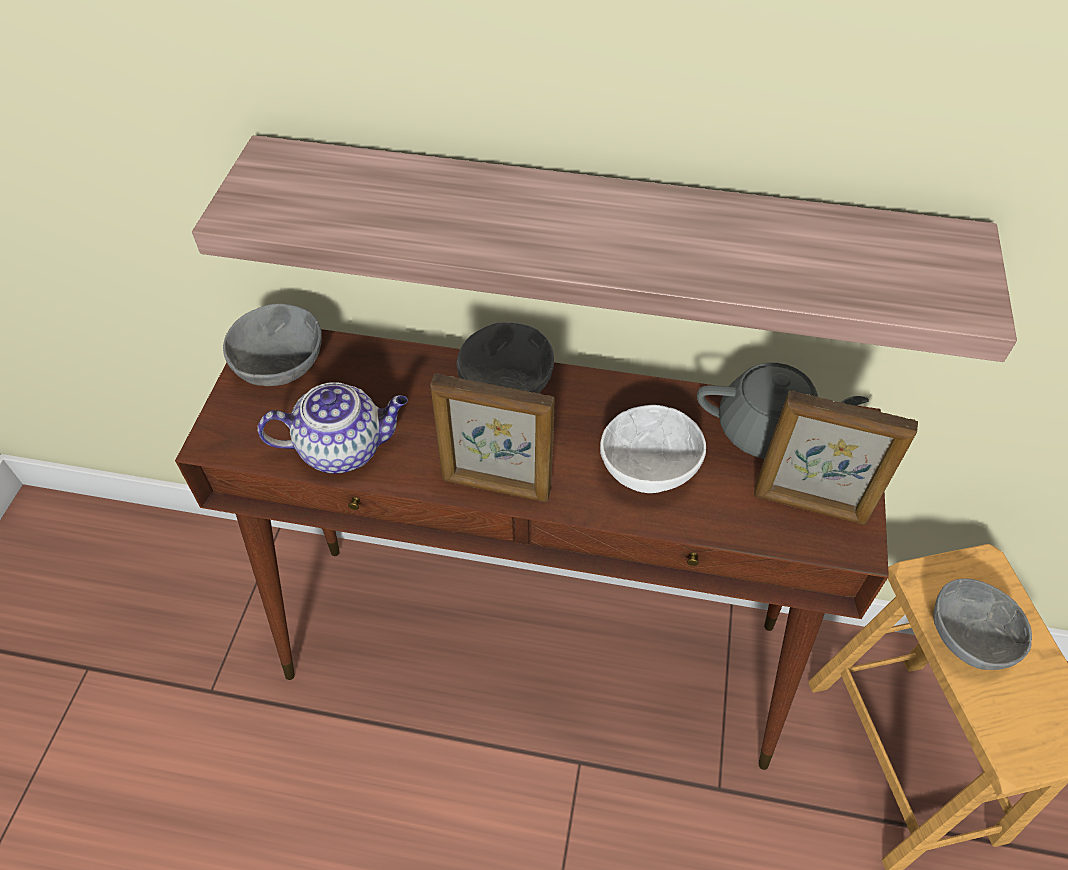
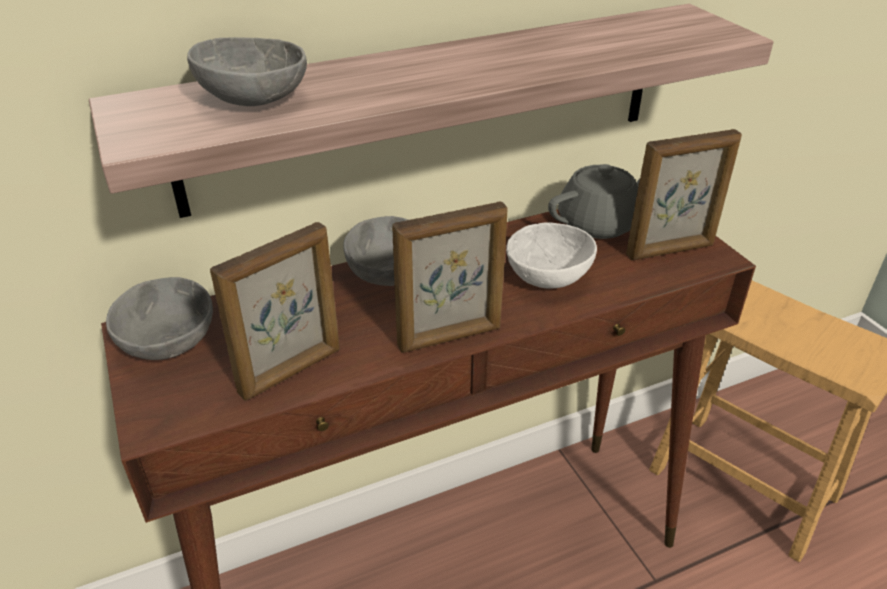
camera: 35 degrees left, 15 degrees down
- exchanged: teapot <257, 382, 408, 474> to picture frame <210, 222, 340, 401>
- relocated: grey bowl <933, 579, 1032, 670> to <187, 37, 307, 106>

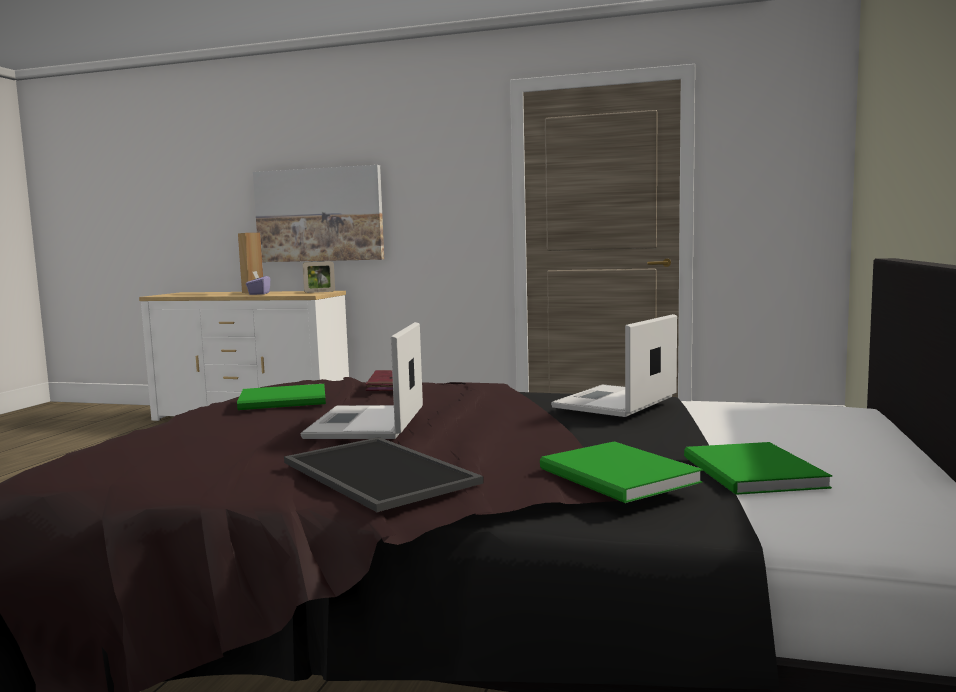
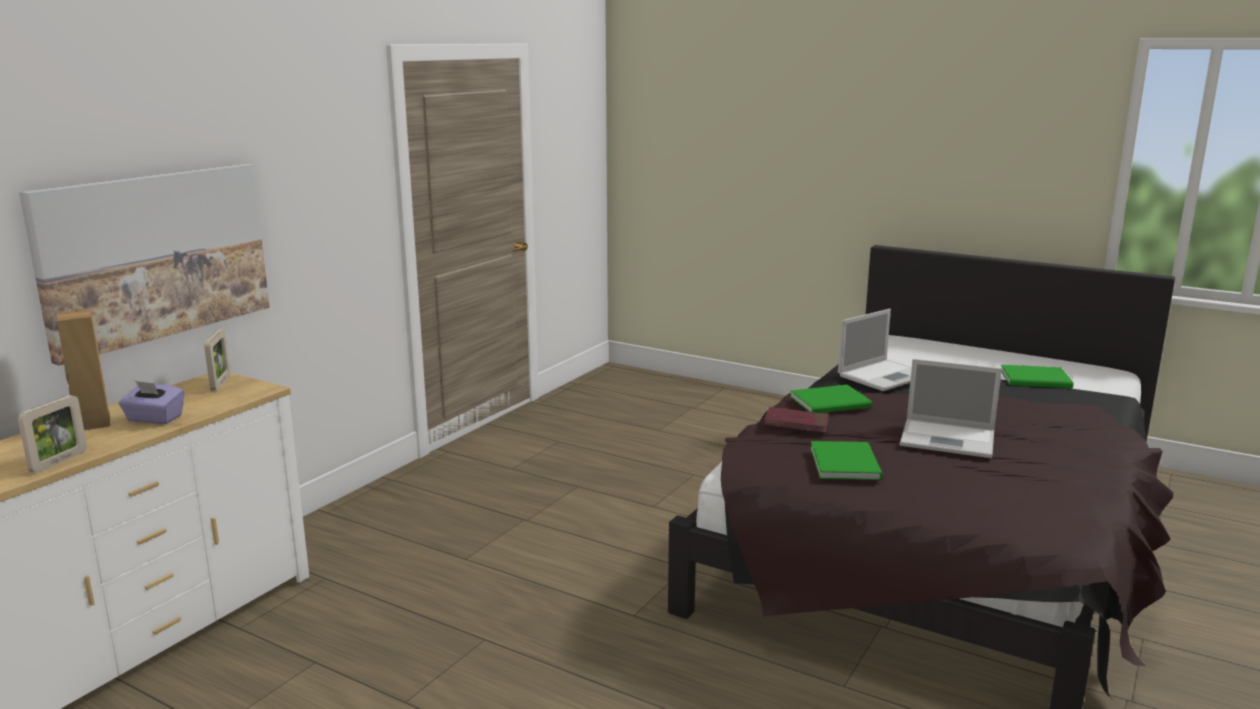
camera: 75 degrees left, 10 degrees up
- missing: tray <284, 437, 484, 512>
- relocated: green book <540, 442, 703, 503> to <790, 385, 872, 413>
- spun: laptop <551, 314, 677, 417> = <838, 309, 912, 391> 90 degrees counterclockwise
- appeared: picture frame <18, 395, 87, 473>

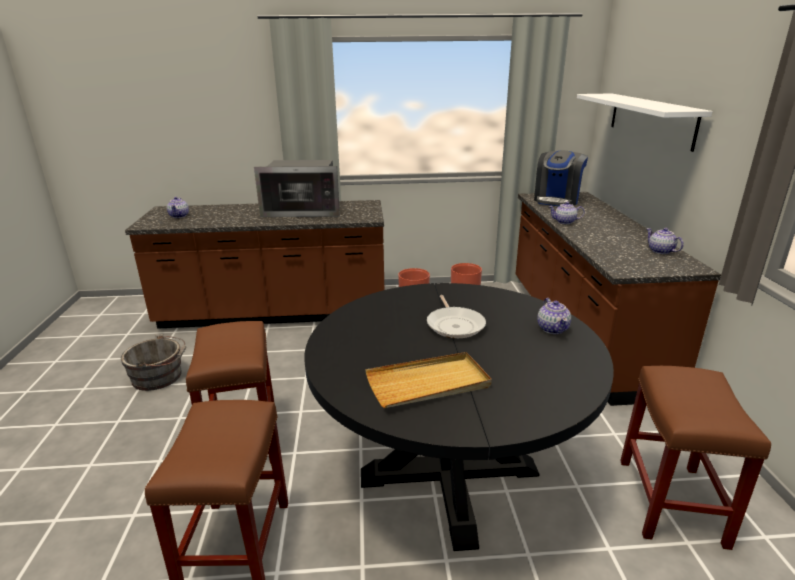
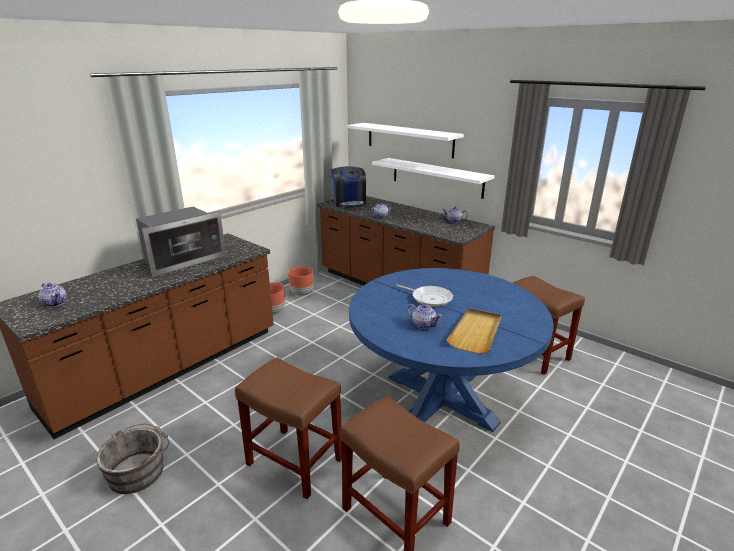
camera: 45 degrees left, 0 degrees up
- colour: black dining table <304, 283, 614, 551> to blue dining table <349, 268, 554, 432>
- relocated: teapot <537, 298, 571, 334> to <408, 304, 442, 329>
- appeared: white shelf <372, 158, 495, 199>

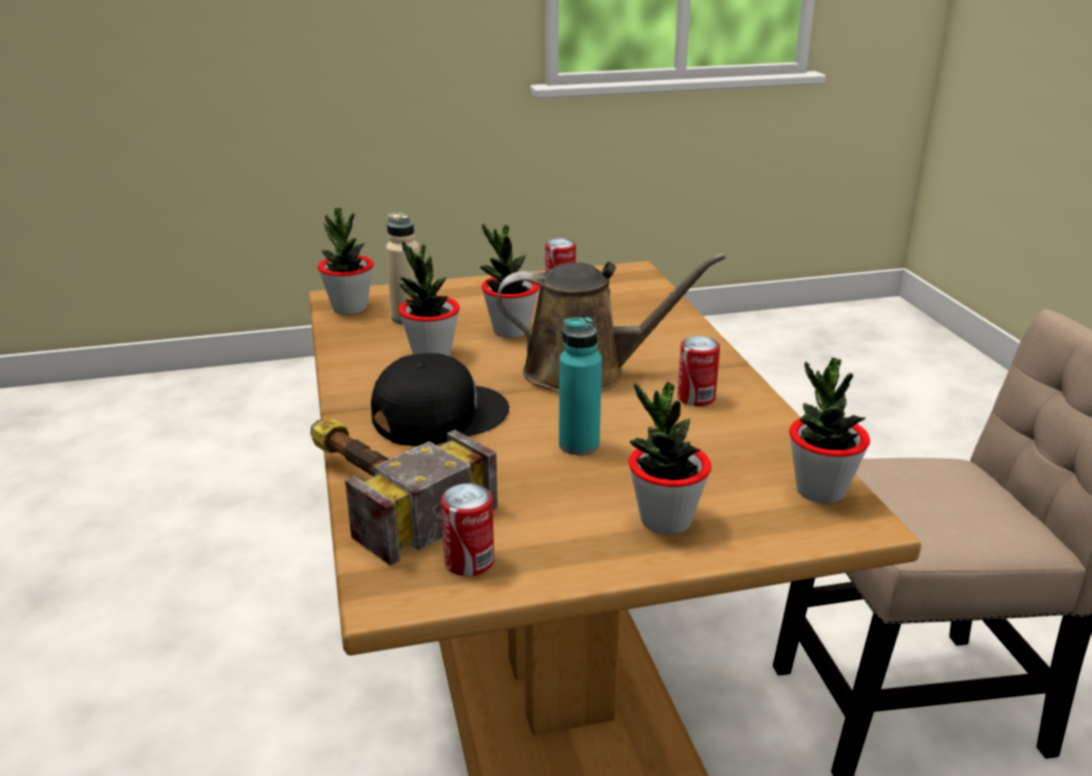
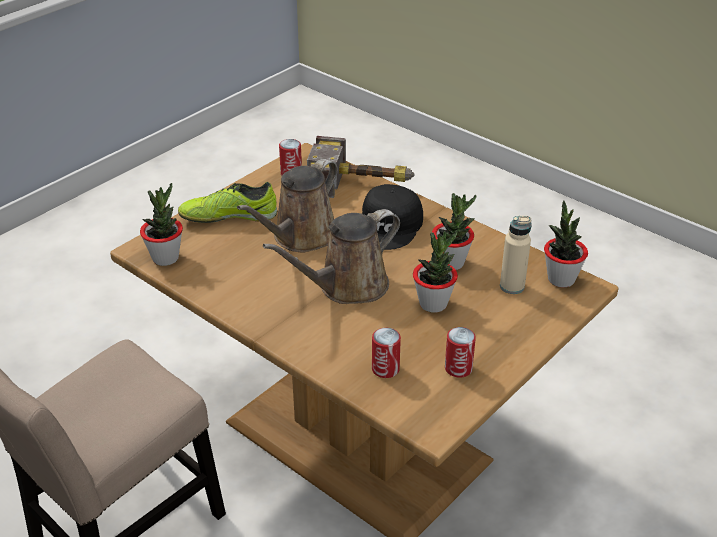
camera: 145 degrees right, 10 degrees up
- exchanged: turquoise bottle <559, 317, 602, 455> to brown watering can <237, 159, 338, 252>
- exchanged: potted plant <629, 382, 711, 535> to shoe <178, 182, 277, 223>
- relocated: can <677, 336, 720, 406> to <372, 328, 401, 378>

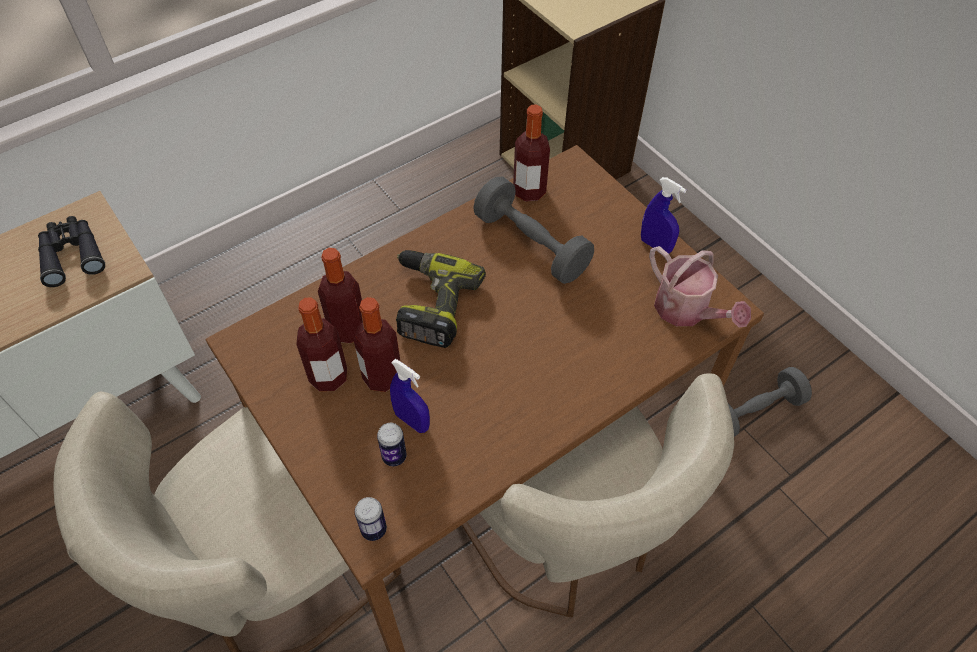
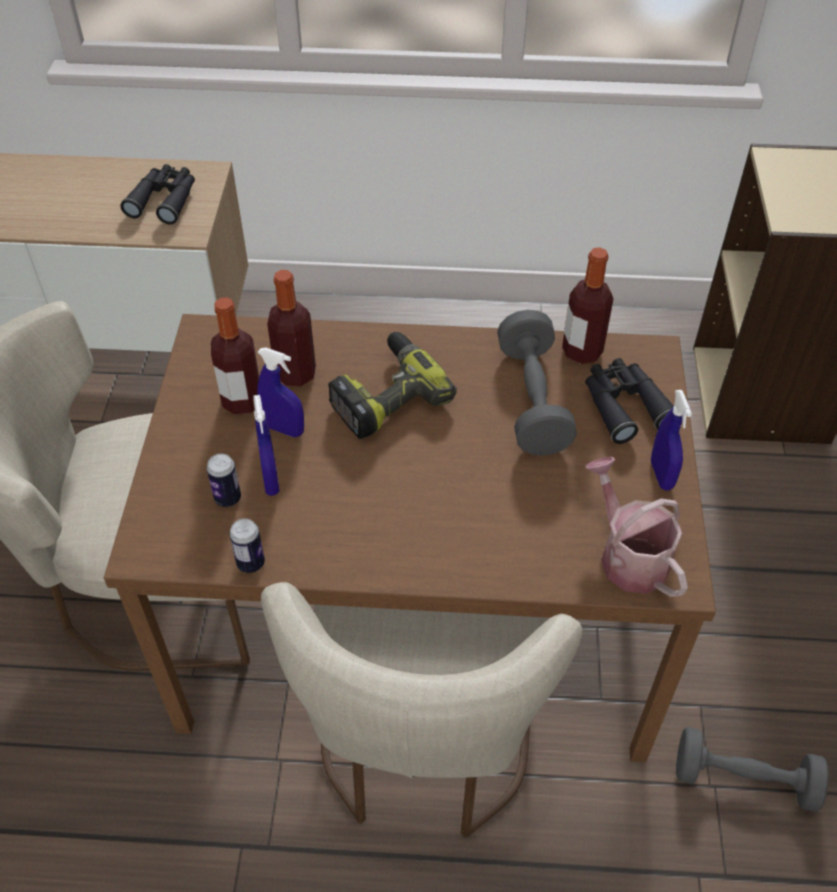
camera: 40 degrees right, 5 degrees down
- exchanged: bottle <354, 297, 400, 392> to blue spray bottle <257, 347, 304, 437>
- relocated: can <355, 497, 387, 541> to <229, 519, 265, 573>
- spun: watering can <649, 246, 751, 328> = <585, 457, 688, 597> 150 degrees clockwise
- appeared: black binoculars <585, 358, 674, 444>

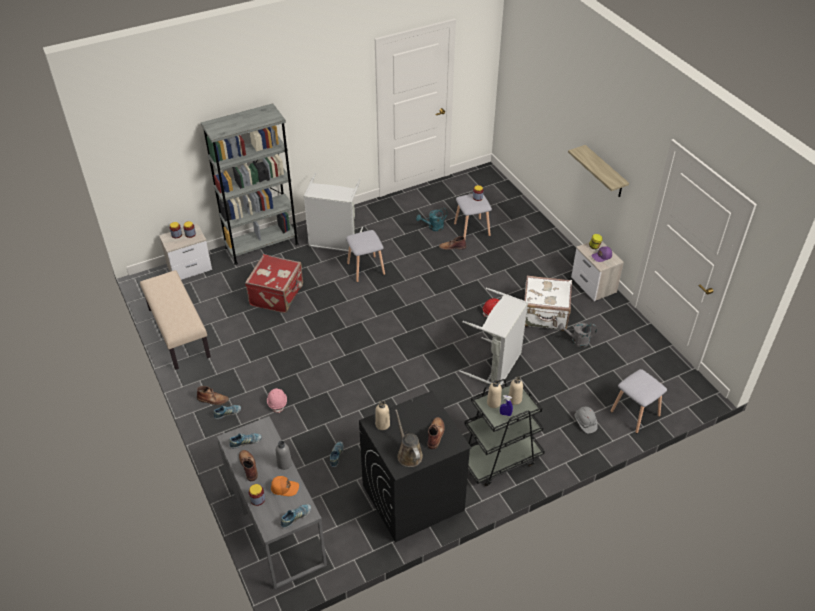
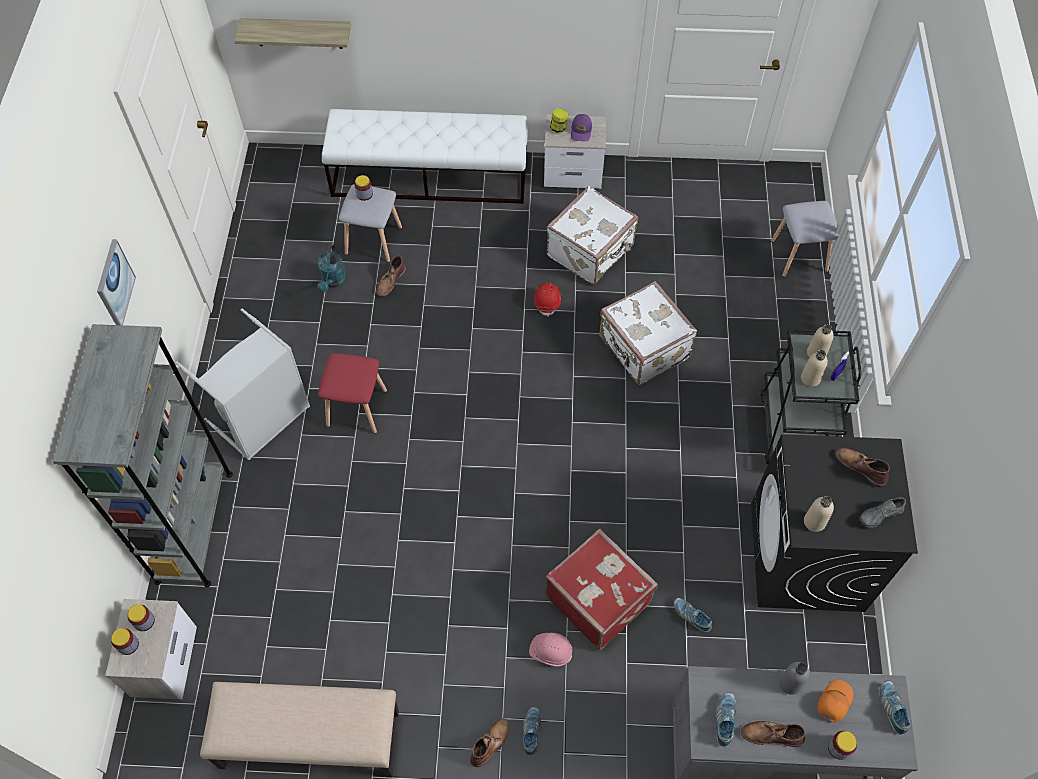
camera: 60 degrees left, 15 degrees up
- relocated: red suitcase <245, 254, 303, 313> to <545, 529, 658, 650>
- colour: grey stool <346, 230, 385, 282> to red stool <318, 353, 387, 434>
- exchanged: brown watering can <395, 409, 423, 467> to grey shoe <860, 497, 906, 528>
- exchanged: grey laundry basket <459, 287, 528, 385> to white suitcase <599, 281, 697, 385>
- missing: grey watering can <558, 323, 597, 347>
- relocated: shelf <568, 145, 629, 197> to <234, 18, 351, 49>
- missing: grey hard hat <575, 407, 598, 433>
- appeared: picture <97, 239, 136, 325>
- appeared: white bench <322, 109, 528, 204>

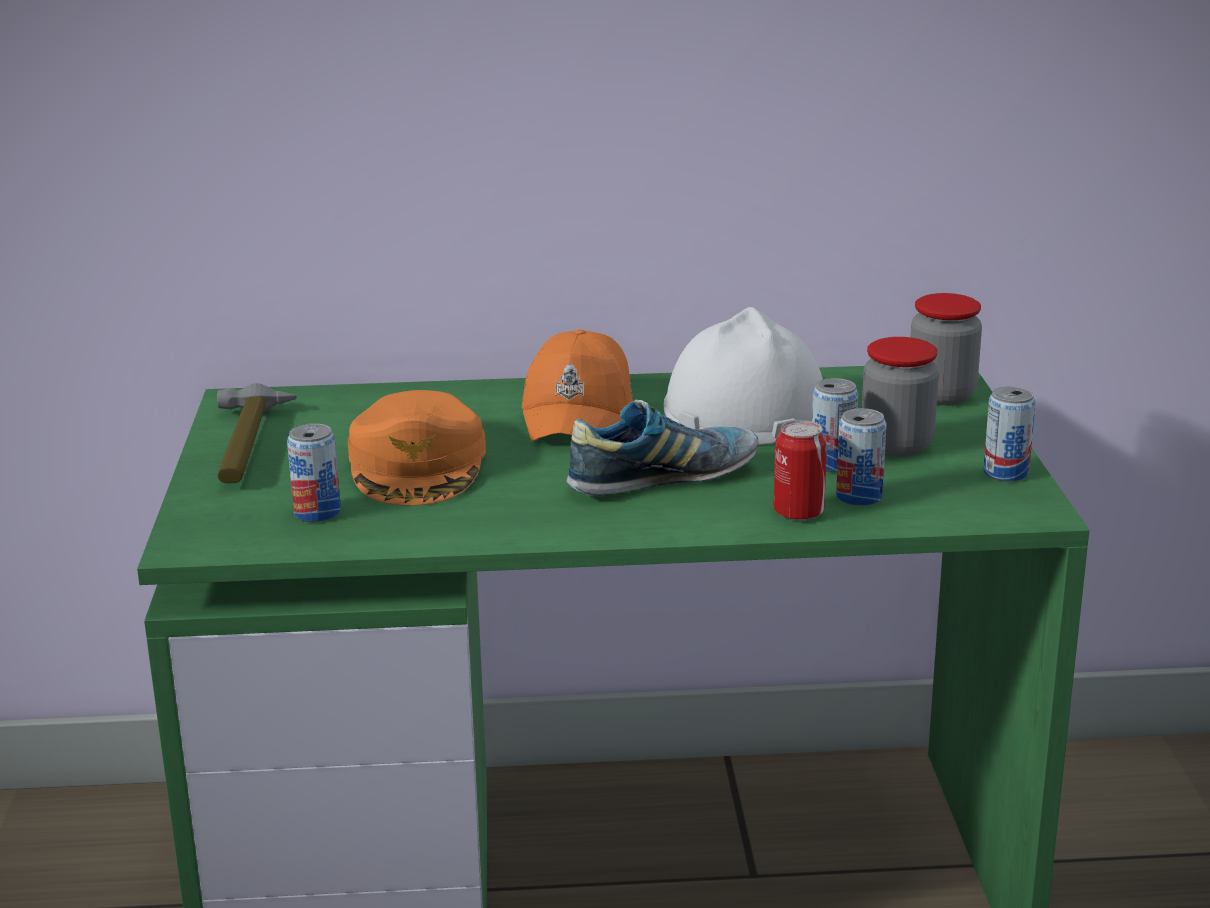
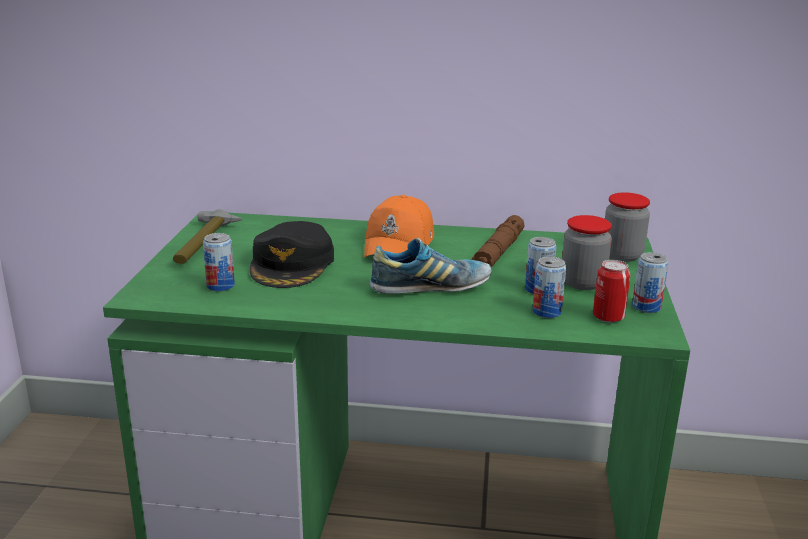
camera: 10 degrees right, 0 degrees up
- colour: orange cap <348, 390, 486, 506> to black cap <250, 221, 334, 288>
- exchanged: white hard hat <664, 307, 823, 445> to brown flashlight <471, 215, 525, 267>
- relocated: can <773, 420, 827, 521> to <593, 260, 630, 323>

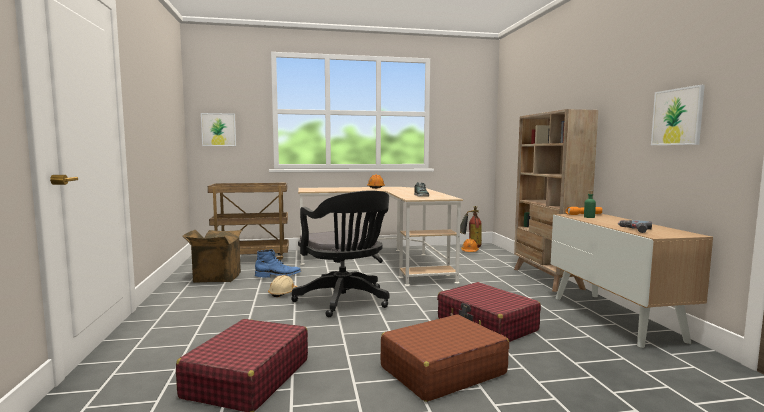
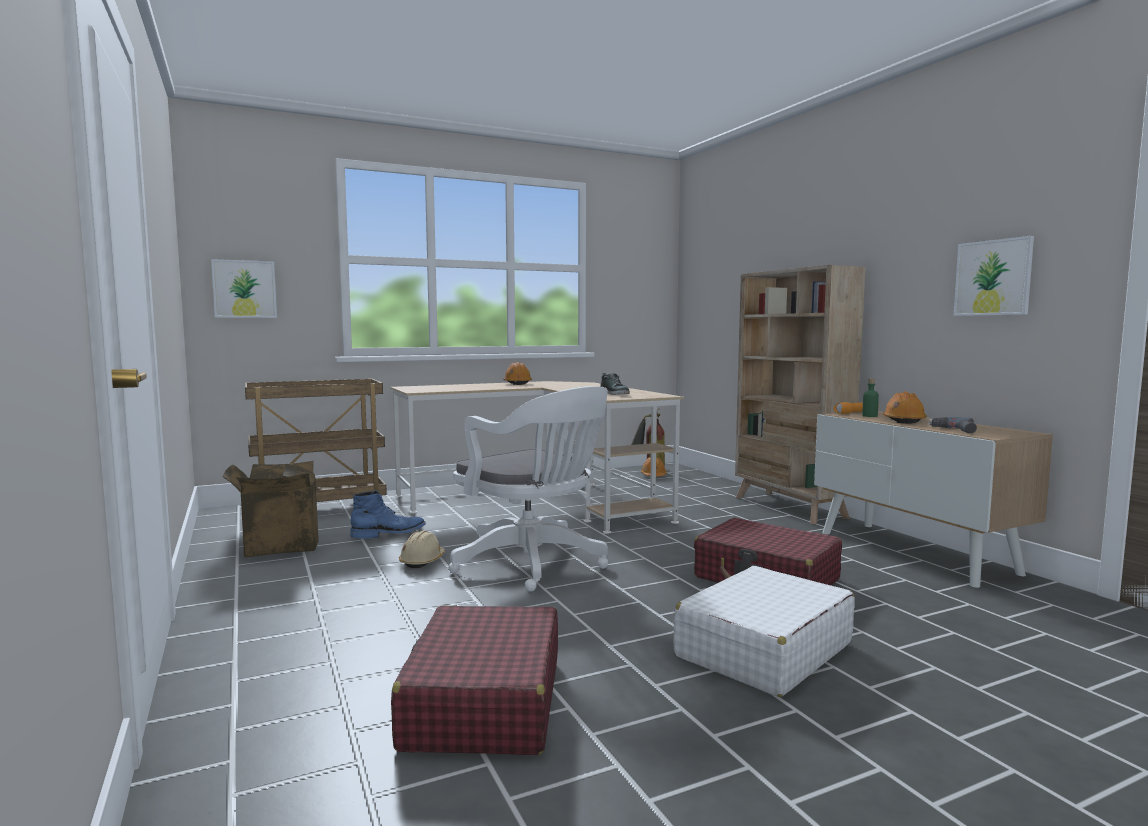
camera: 15 degrees left, 0 degrees up
- colour: black office chair <291, 190, 390, 317> to white office chair <448, 386, 608, 592>
- colour: brown suitcase <381, 314, 509, 402> to white suitcase <673, 566, 855, 697>
- appeared: orange hard hat <883, 391, 927, 424>

